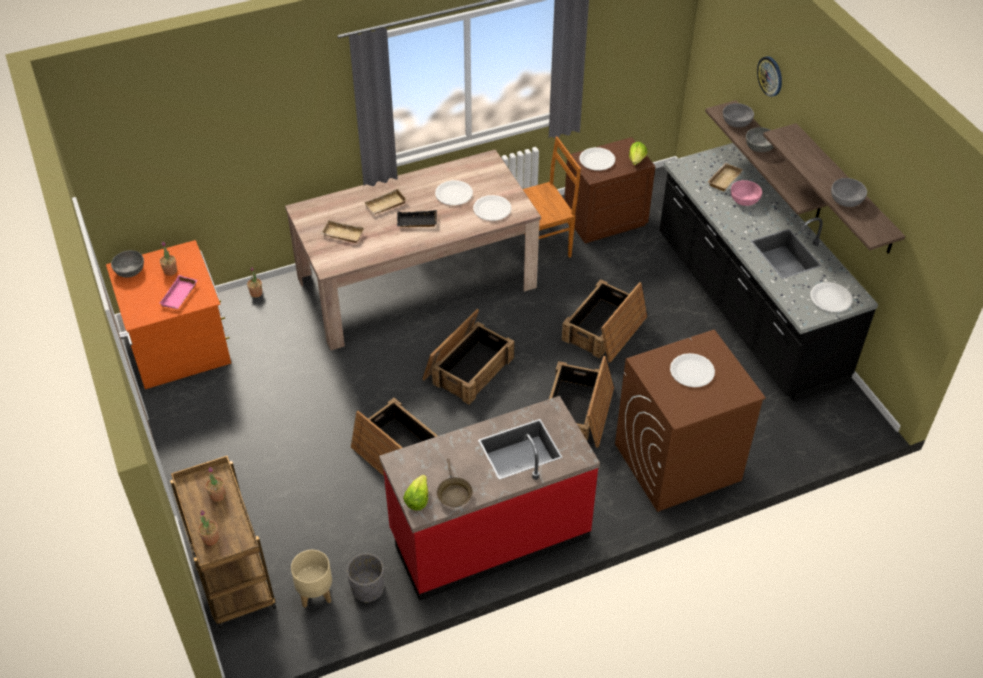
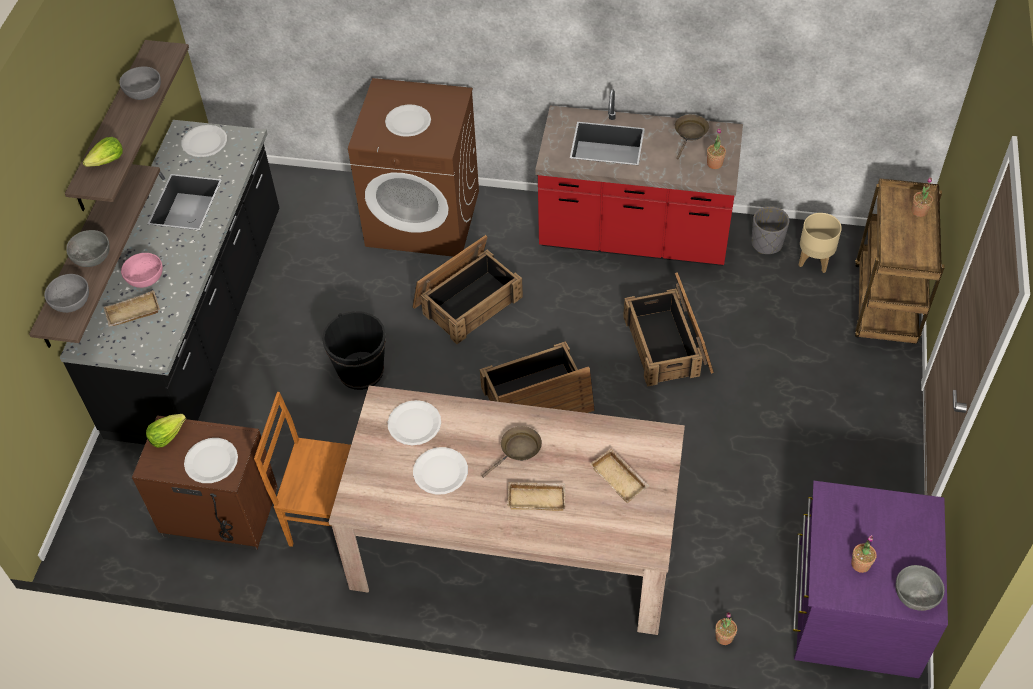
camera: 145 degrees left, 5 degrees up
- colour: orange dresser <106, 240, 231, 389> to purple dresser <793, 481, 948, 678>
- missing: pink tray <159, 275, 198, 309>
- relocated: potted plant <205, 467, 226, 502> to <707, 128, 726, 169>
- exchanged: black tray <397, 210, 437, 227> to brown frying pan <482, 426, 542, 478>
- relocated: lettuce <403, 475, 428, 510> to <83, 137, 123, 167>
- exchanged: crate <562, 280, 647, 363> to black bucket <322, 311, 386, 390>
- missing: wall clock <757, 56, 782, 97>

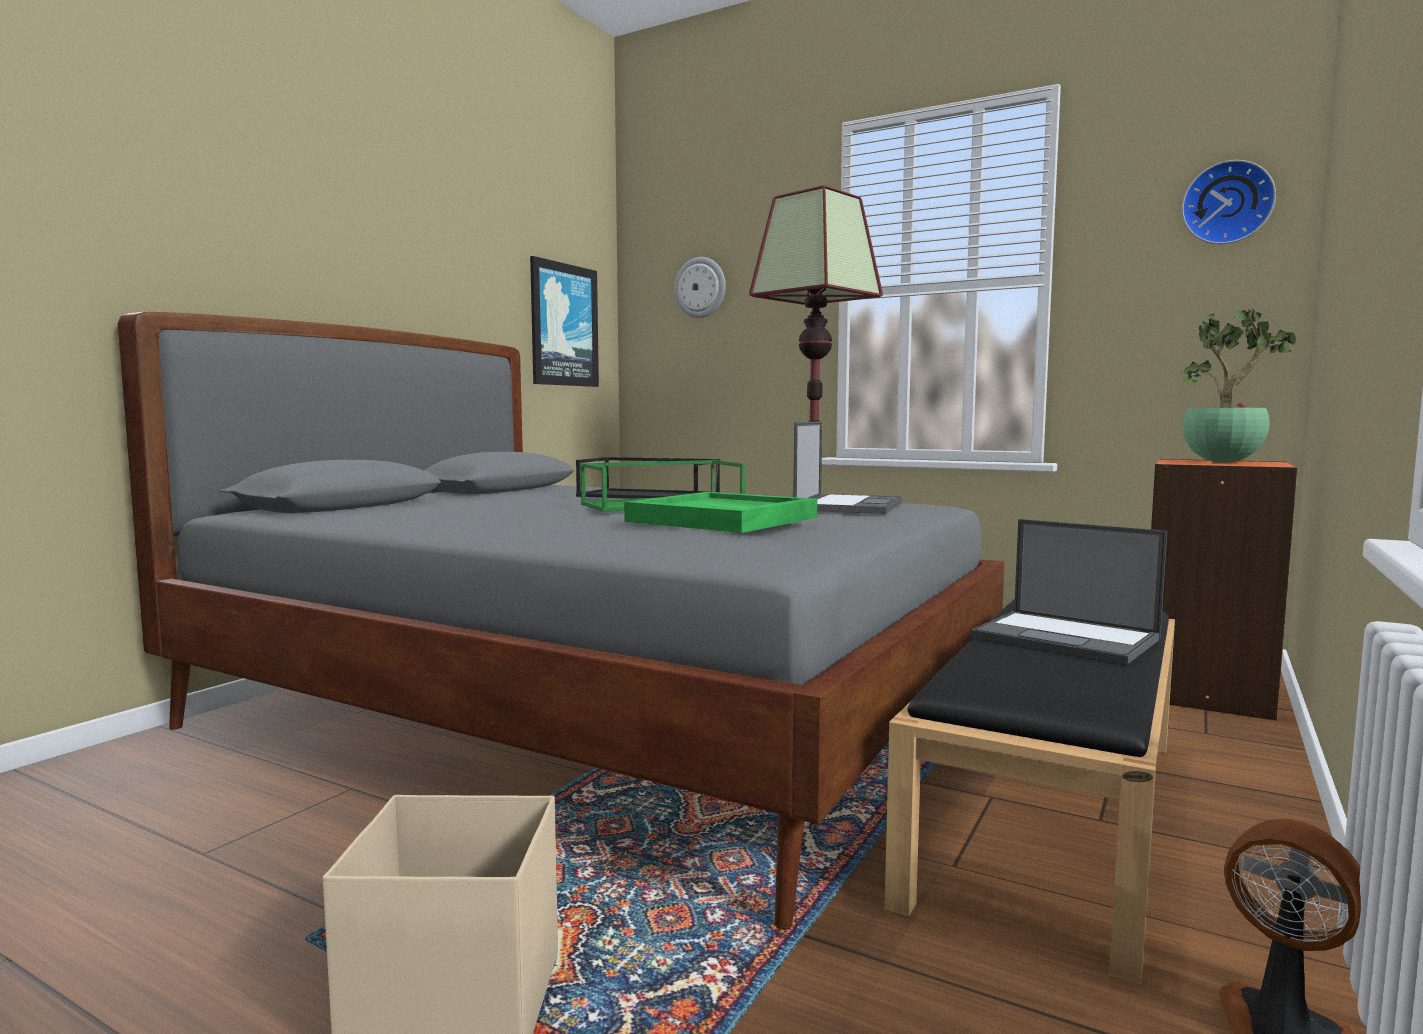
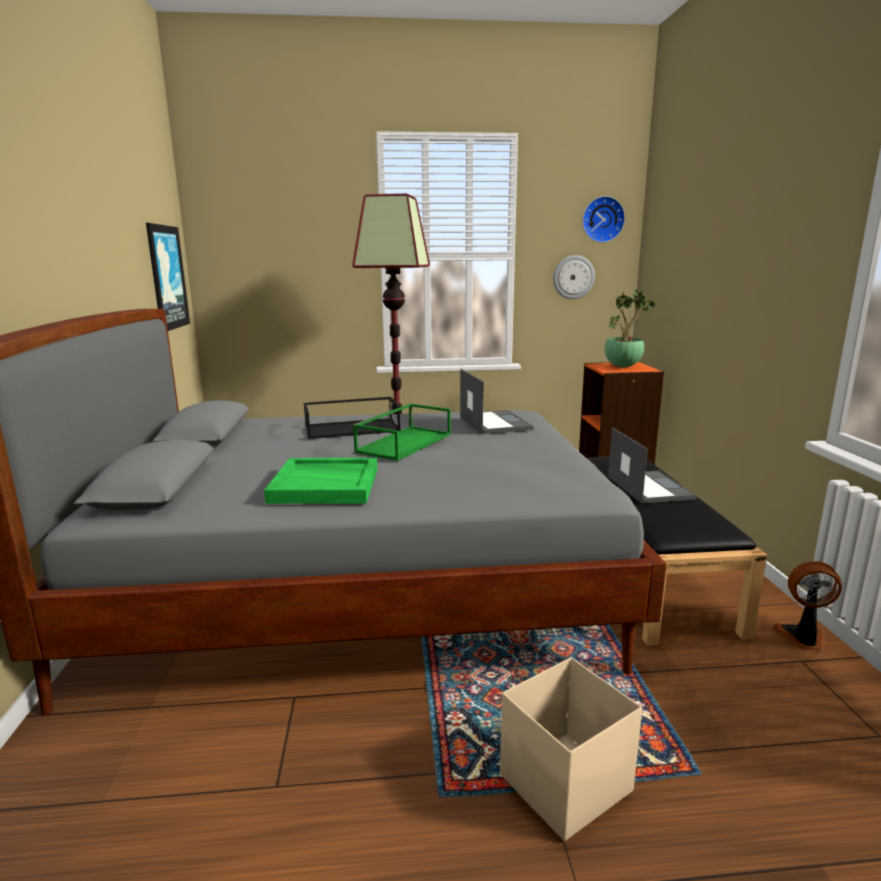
camera: 35 degrees left, 10 degrees up
- relocated: green tray <624, 492, 817, 533> to <264, 458, 378, 504>
- relocated: wall clock <674, 257, 726, 318> to <553, 255, 595, 299>
- spun: laptop <971, 519, 1167, 665> = <608, 428, 697, 504> 105 degrees counterclockwise

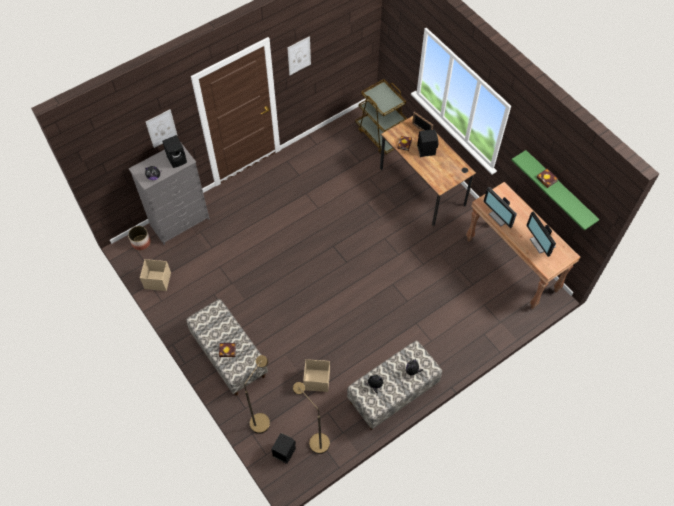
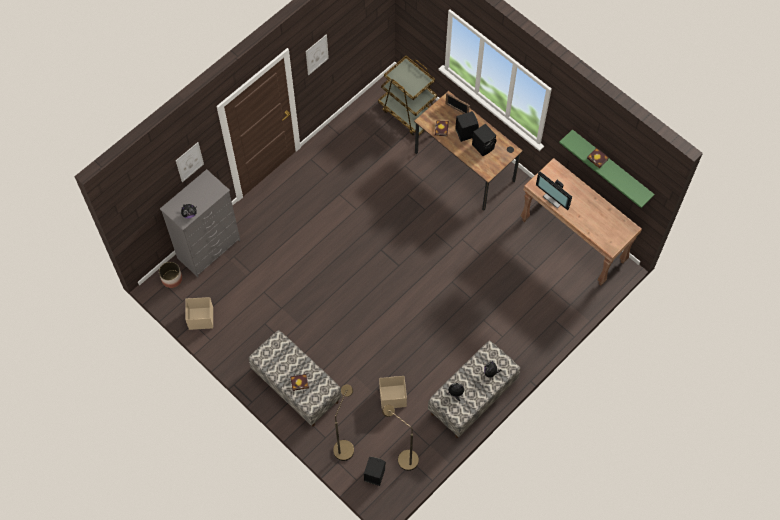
camera: 10 degrees left, 5 degrees up
- relocated: black speaker <162, 135, 187, 168> to <472, 124, 497, 156>
- missing: monitor <526, 211, 556, 257>

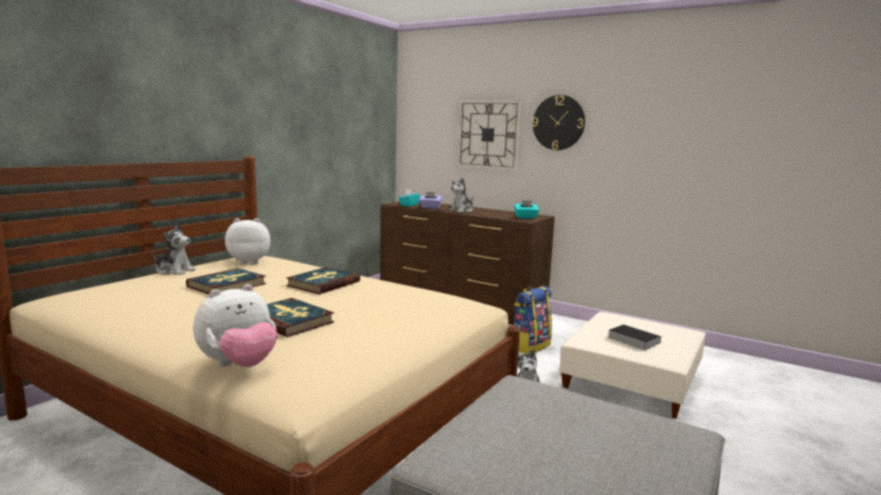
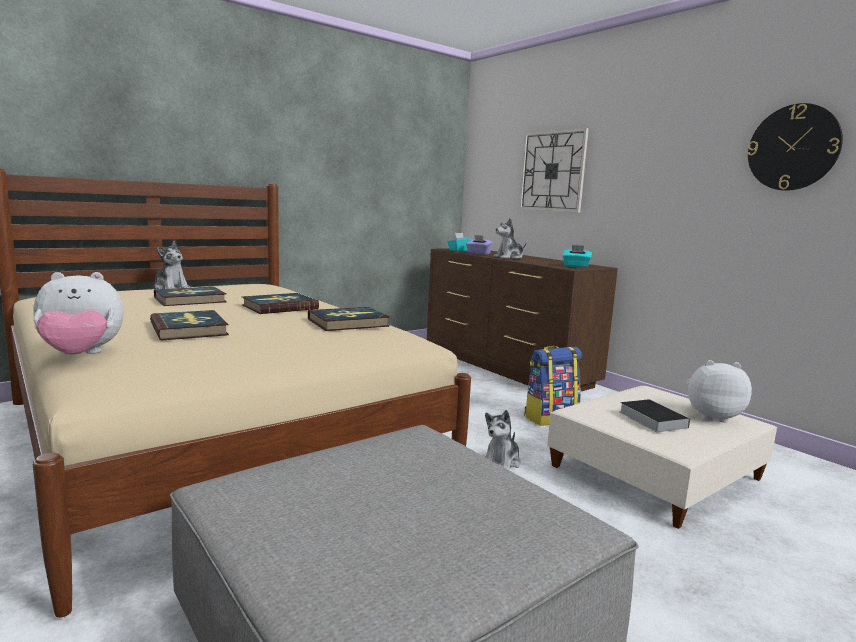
camera: 20 degrees right, 0 degrees up
- relocated: plush toy <225, 218, 271, 264> to <687, 360, 752, 422>
- relocated: wall clock <532, 95, 585, 150> to <747, 103, 843, 191>
- appeared: book <308, 307, 390, 331>

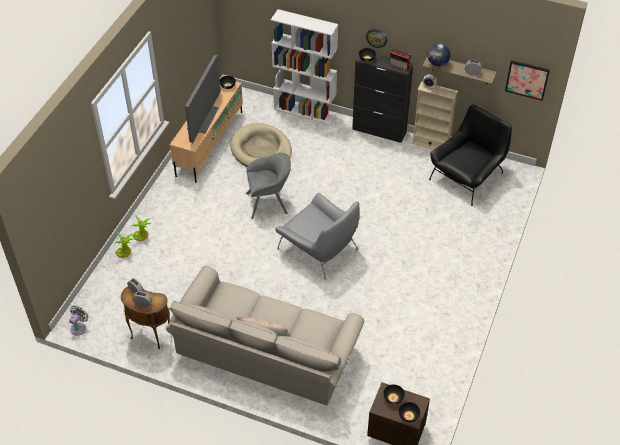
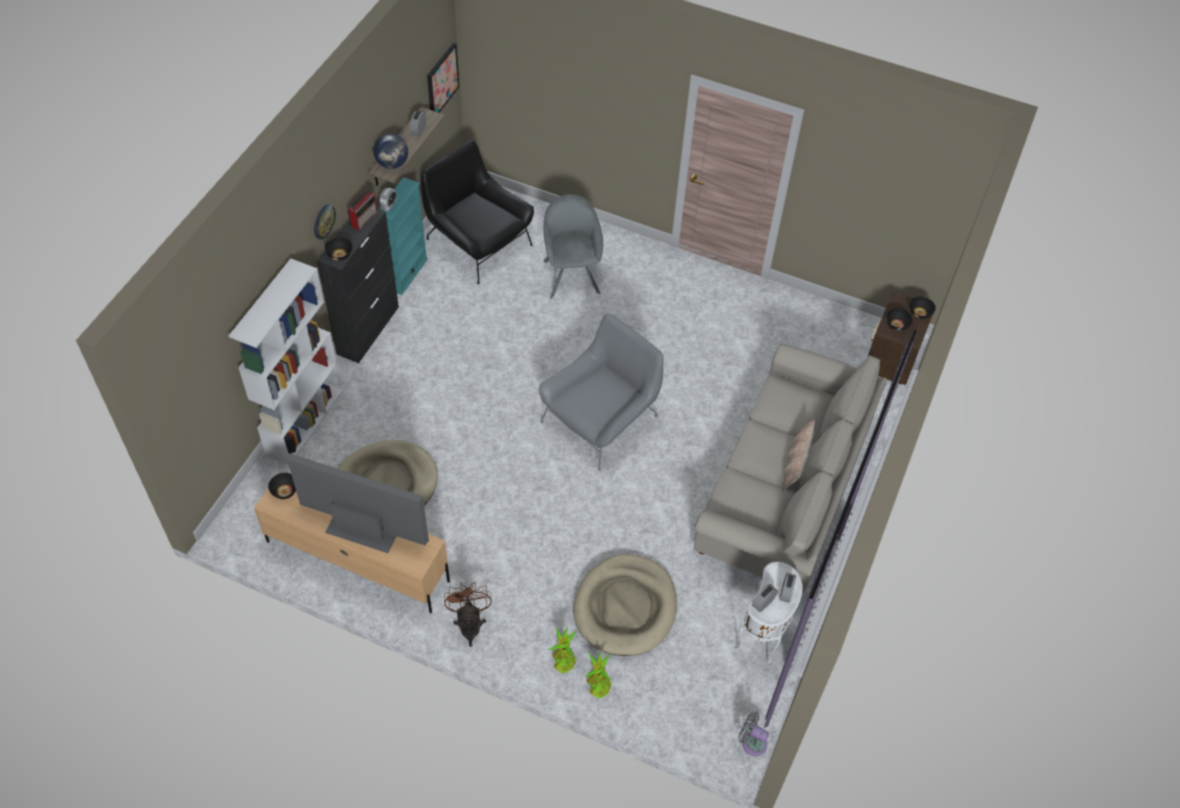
camera: 90 degrees left, 5 degrees up
- colour: brown side table <121, 286, 170, 349> to white side table <735, 562, 803, 665>
- relocated: grey armchair <246, 153, 291, 219> to <543, 194, 603, 299>
- colour: beige bookcase <412, 82, 458, 149> to turquoise bookcase <379, 177, 428, 295>
- appeared: brown fan <444, 582, 492, 647>
- appeared: beige dog bed <573, 554, 677, 656>

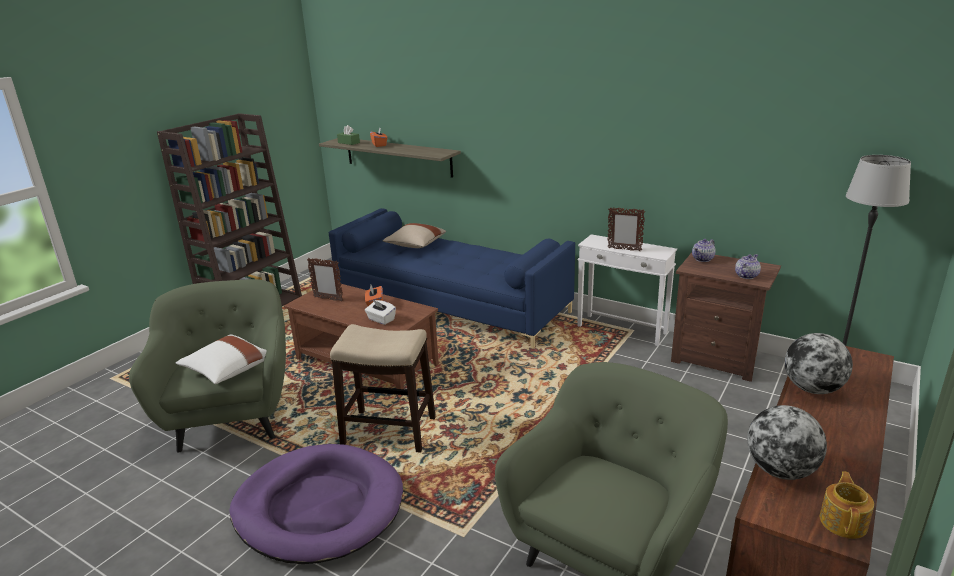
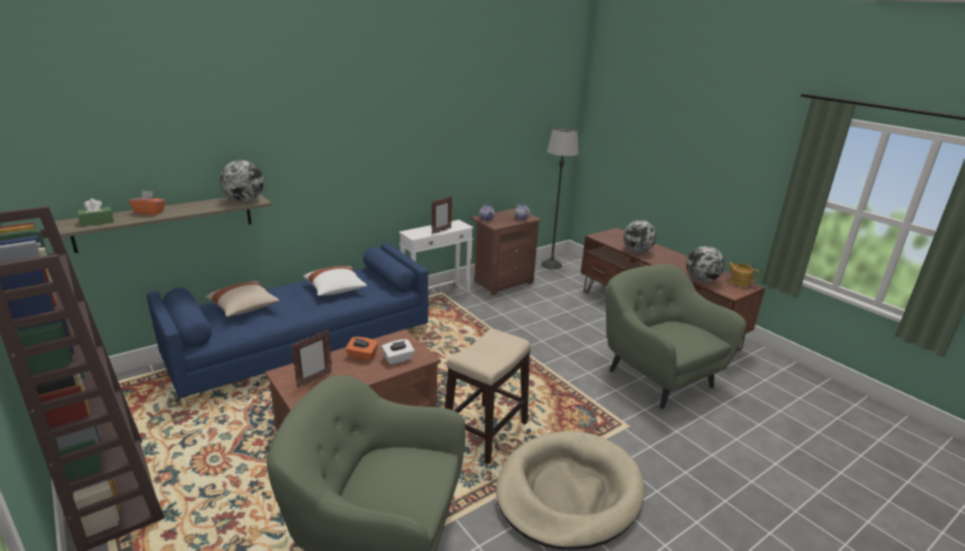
camera: 70 degrees left, 0 degrees up
- relocated: white pillow <176, 334, 267, 384> to <303, 266, 367, 296>
- colour: purple dog bed <229, 444, 403, 564> to beige dog bed <496, 431, 645, 550>
- appeared: globe <220, 160, 264, 202>

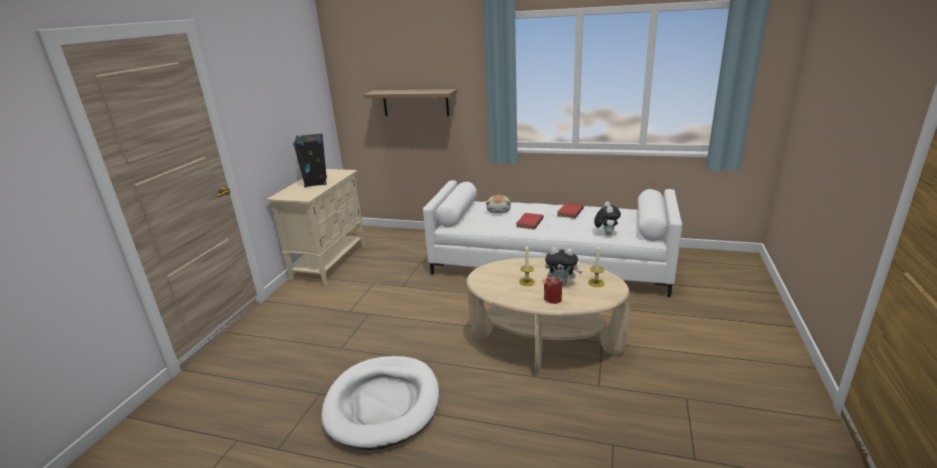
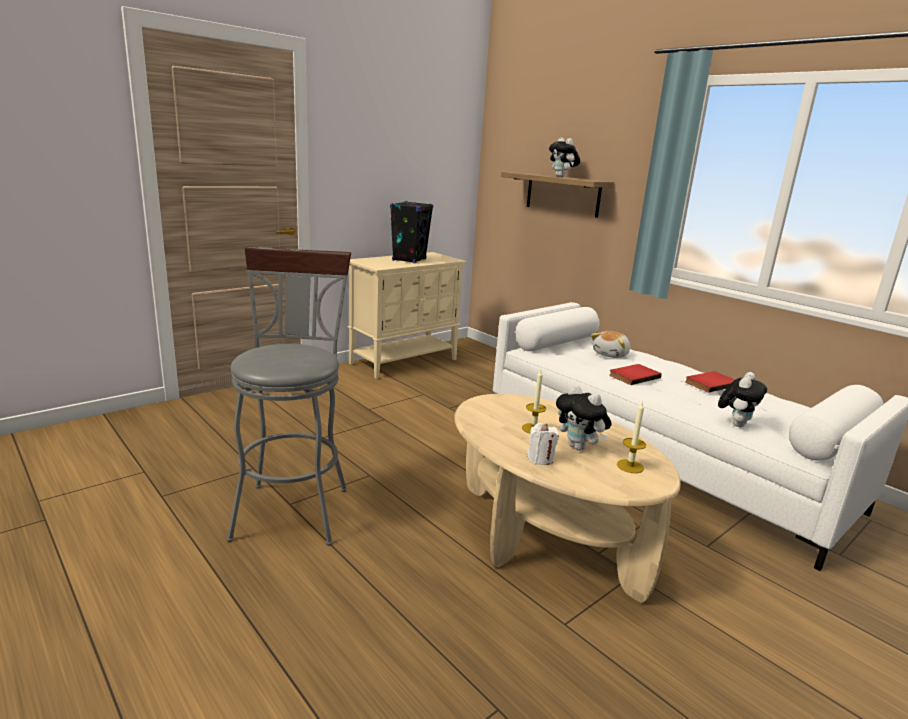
camera: 30 degrees right, 5 degrees down
- exchanged: white dog bed <322, 356, 439, 450> to grey stool <227, 246, 351, 546>
- colour: red candle <544, 277, 562, 304> to white candle <527, 423, 559, 465>
- appeared: plush toy <549, 138, 580, 177>

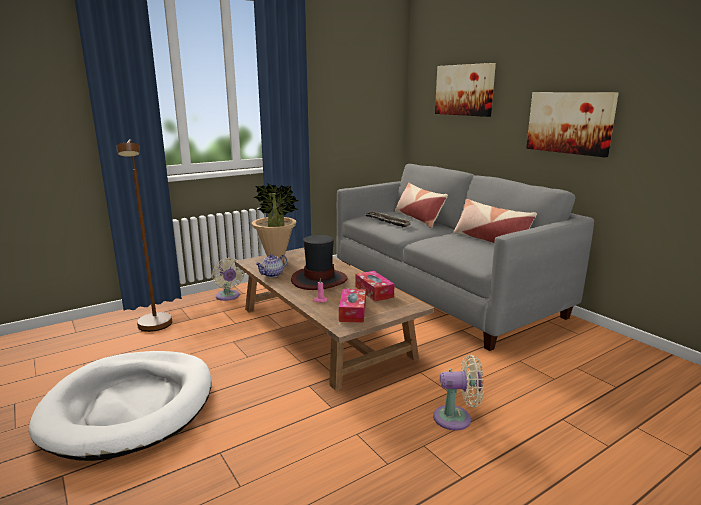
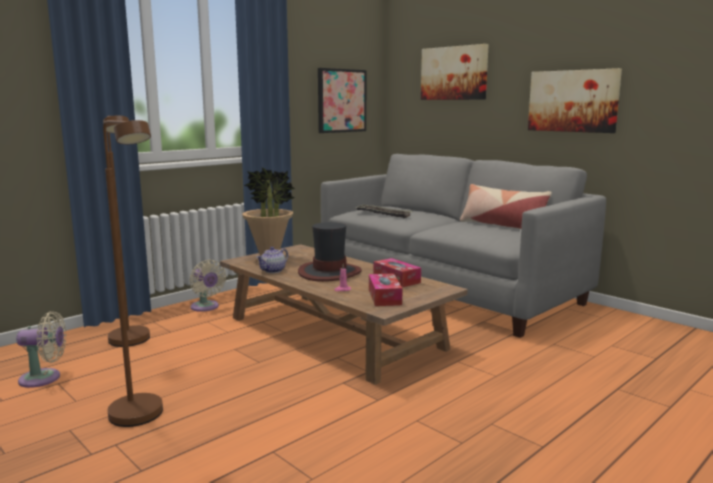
camera: 10 degrees left, 5 degrees down
- exchanged: white dog bed <29, 351, 211, 461> to brown floor lamp <103, 120, 163, 427>
- missing: pillow <395, 183, 448, 228>
- relocated: beige fan <433, 355, 484, 431> to <16, 311, 66, 388>
- appeared: picture <318, 68, 366, 133>

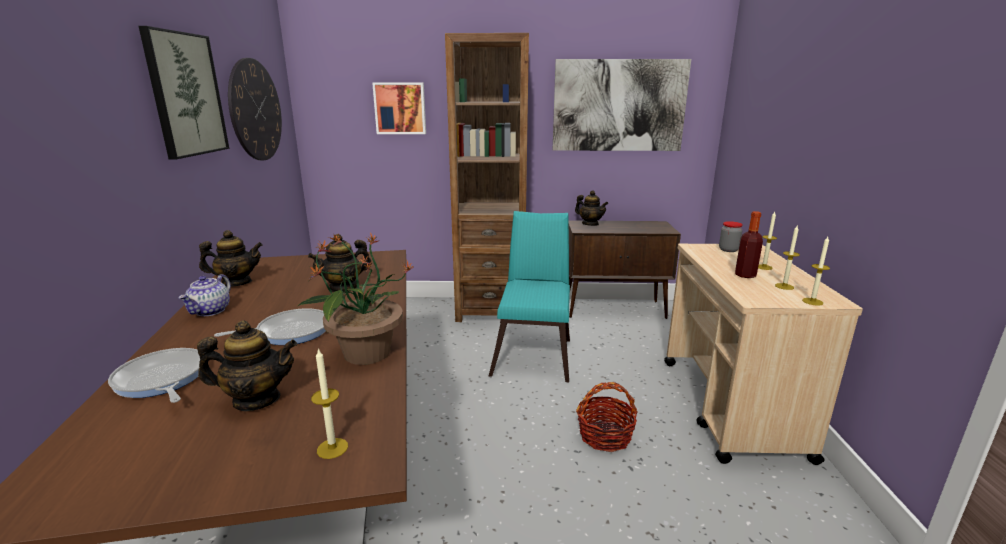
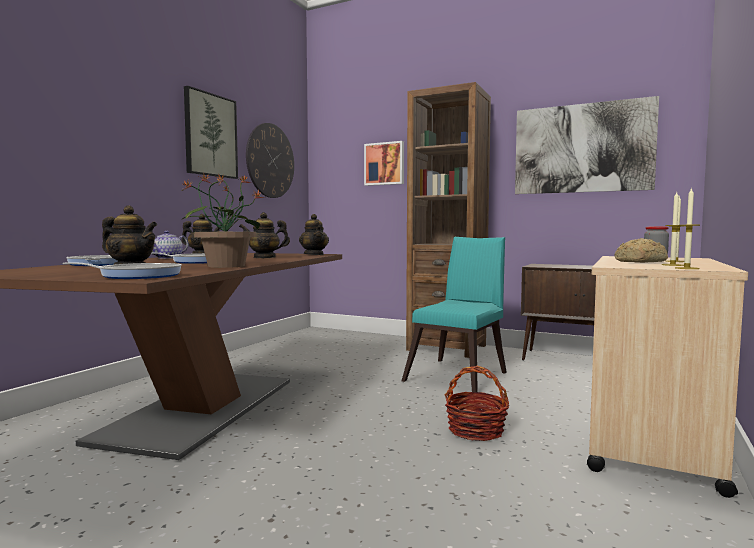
camera: 25 degrees right, 15 degrees down
- exchanged: candle <311, 348, 348, 459> to frying pan <62, 263, 182, 279>
- relocated: teapot <575, 191, 608, 226> to <299, 214, 329, 255>
- exchanged: bottle <735, 211, 763, 278> to bread <614, 238, 668, 263>

